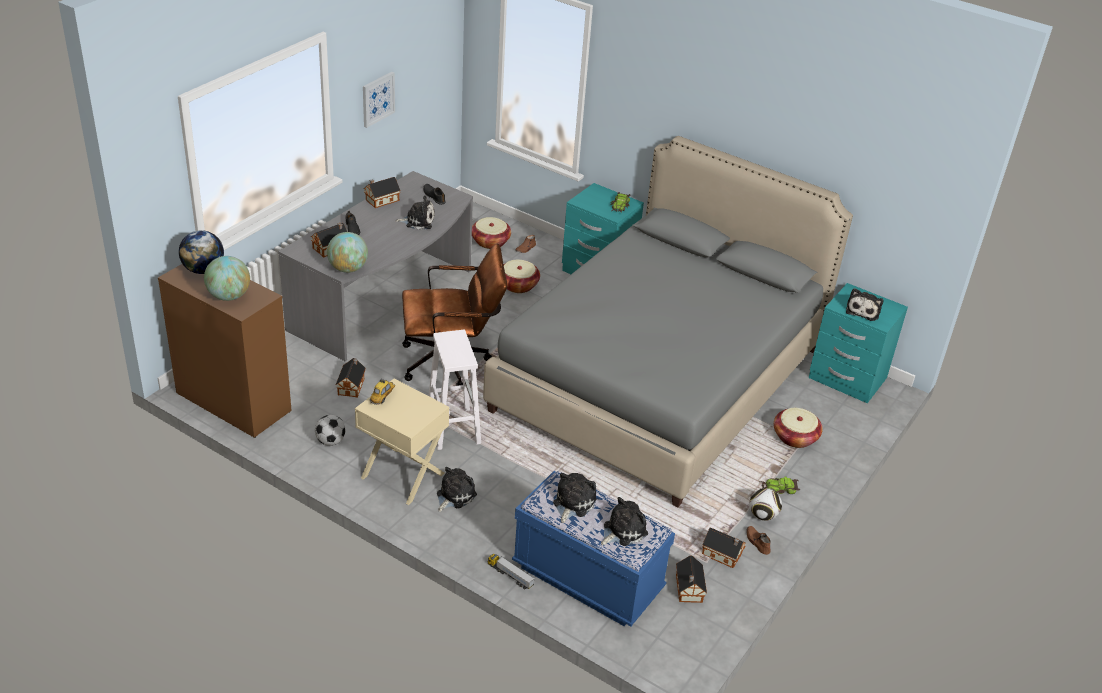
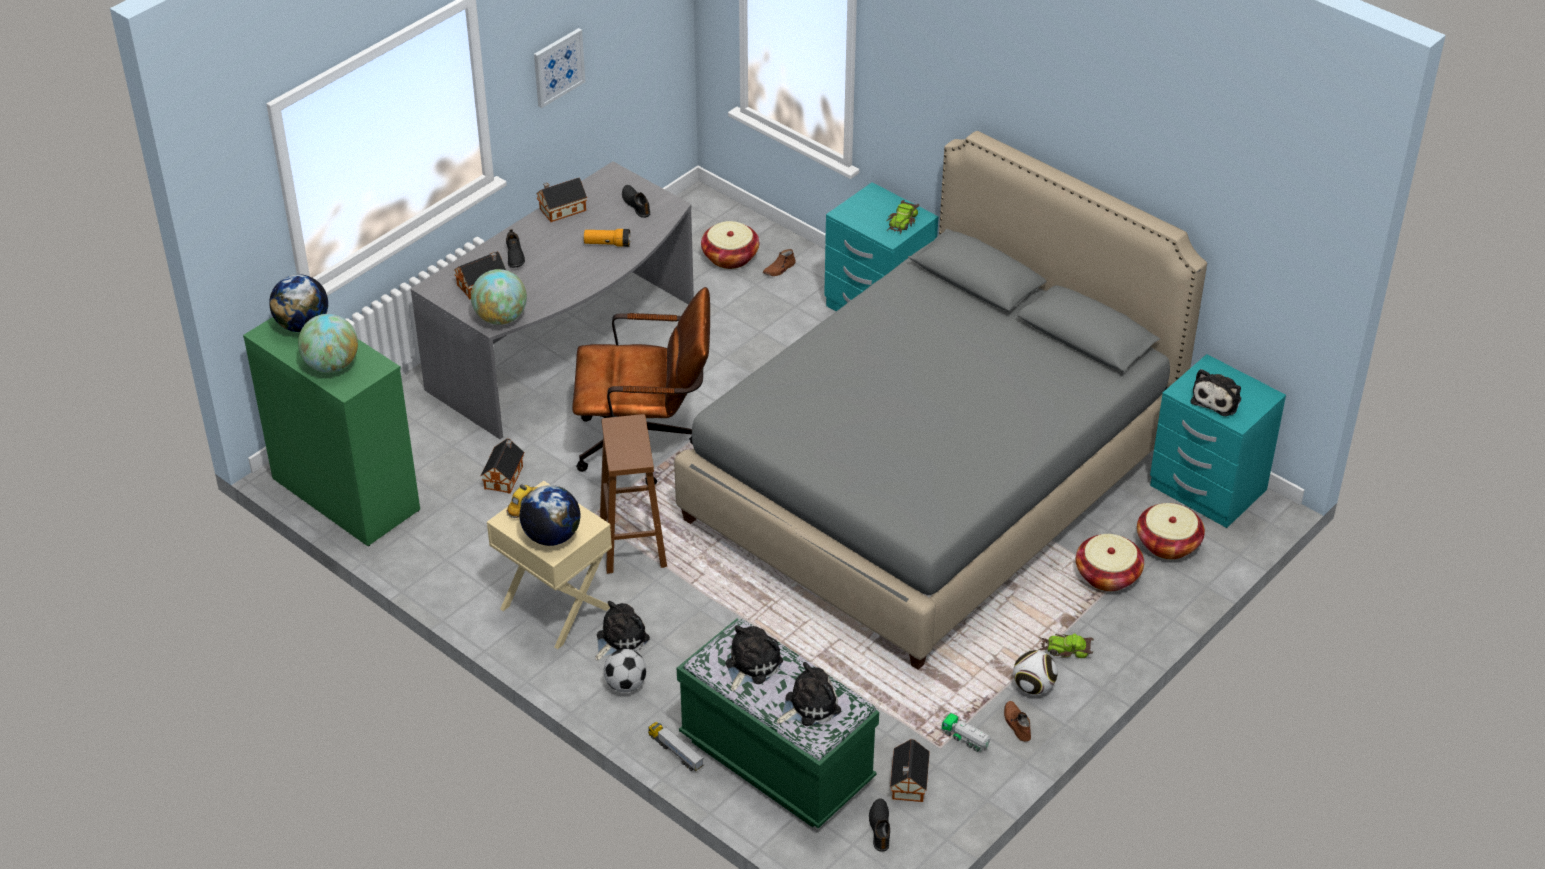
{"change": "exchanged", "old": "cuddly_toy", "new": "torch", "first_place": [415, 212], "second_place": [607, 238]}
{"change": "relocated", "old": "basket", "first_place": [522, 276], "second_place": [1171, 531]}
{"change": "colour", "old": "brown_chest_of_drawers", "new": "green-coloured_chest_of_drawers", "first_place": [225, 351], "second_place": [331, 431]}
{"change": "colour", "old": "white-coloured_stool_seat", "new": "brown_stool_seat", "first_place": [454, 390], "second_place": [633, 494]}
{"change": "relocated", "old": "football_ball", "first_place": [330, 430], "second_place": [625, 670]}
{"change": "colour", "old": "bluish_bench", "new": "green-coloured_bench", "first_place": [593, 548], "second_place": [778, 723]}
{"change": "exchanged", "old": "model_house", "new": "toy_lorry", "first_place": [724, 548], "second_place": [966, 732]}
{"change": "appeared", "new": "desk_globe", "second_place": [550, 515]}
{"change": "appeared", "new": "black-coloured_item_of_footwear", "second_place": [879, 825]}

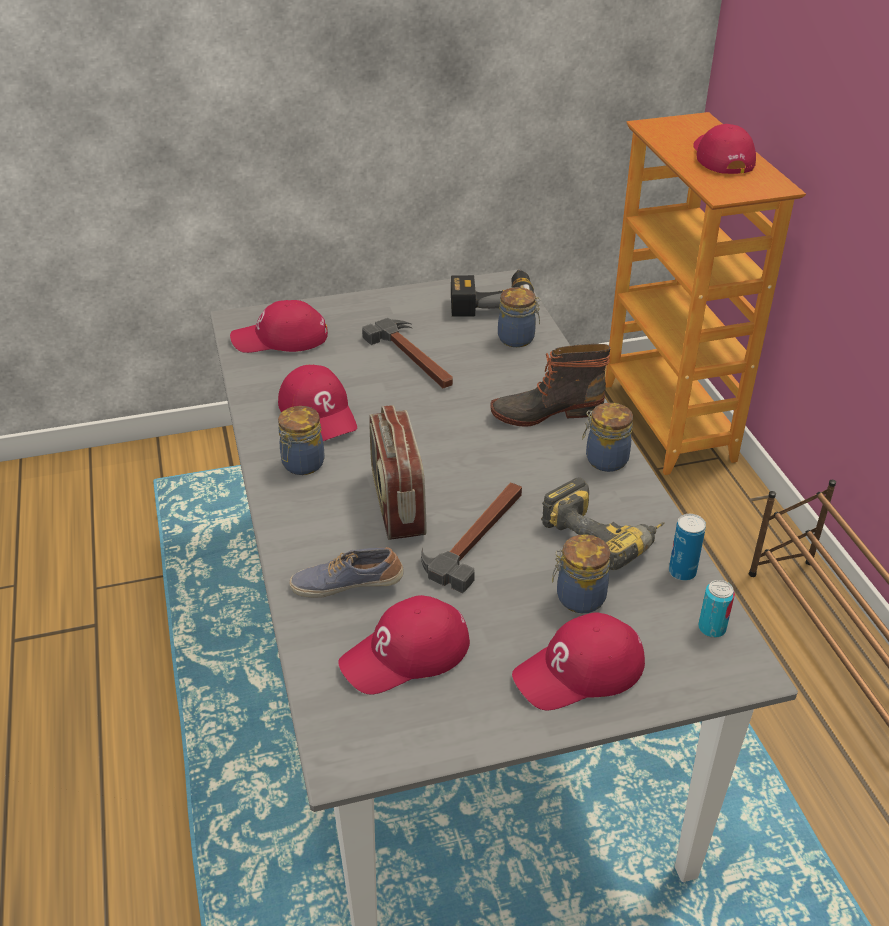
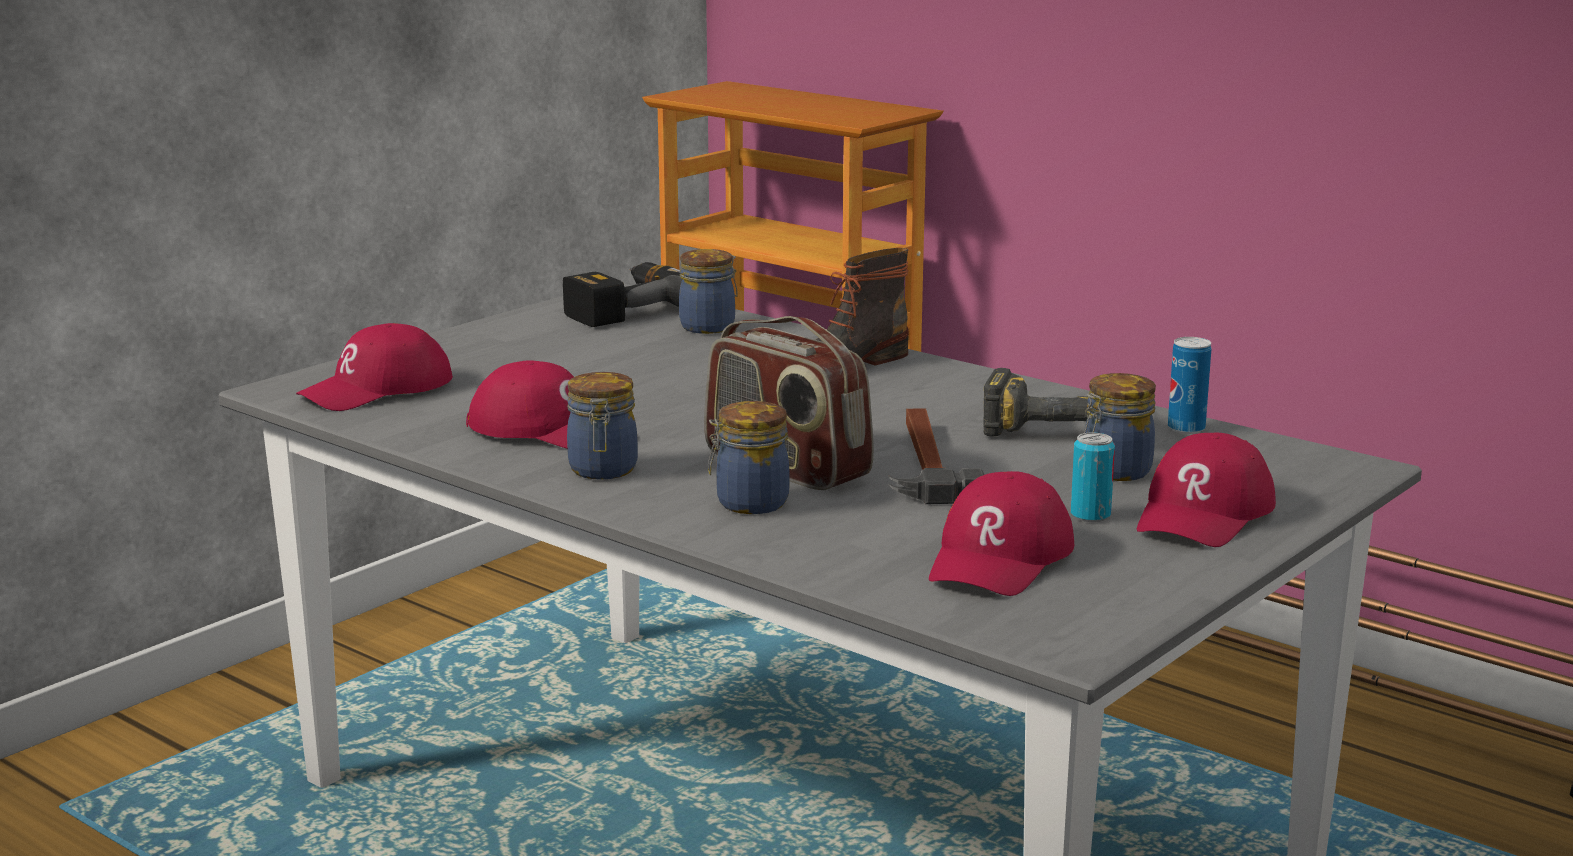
{"change": "missing", "old": "red-coloured_baseball_cap", "first_place": [724, 149]}
{"change": "missing", "old": "hand_hammer", "first_place": [407, 353]}
{"change": "relocated", "old": "preserve_jar", "first_place": [607, 437], "second_place": [749, 457]}
{"change": "missing", "old": "item_of_footwear", "first_place": [346, 572]}
{"change": "relocated", "old": "sealed_can", "first_place": [716, 609], "second_place": [1093, 477]}

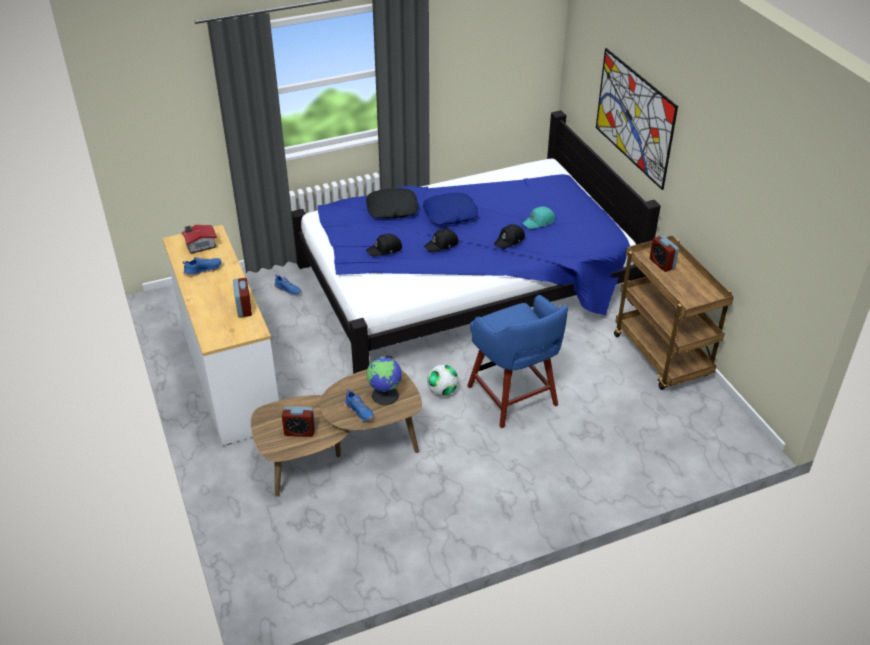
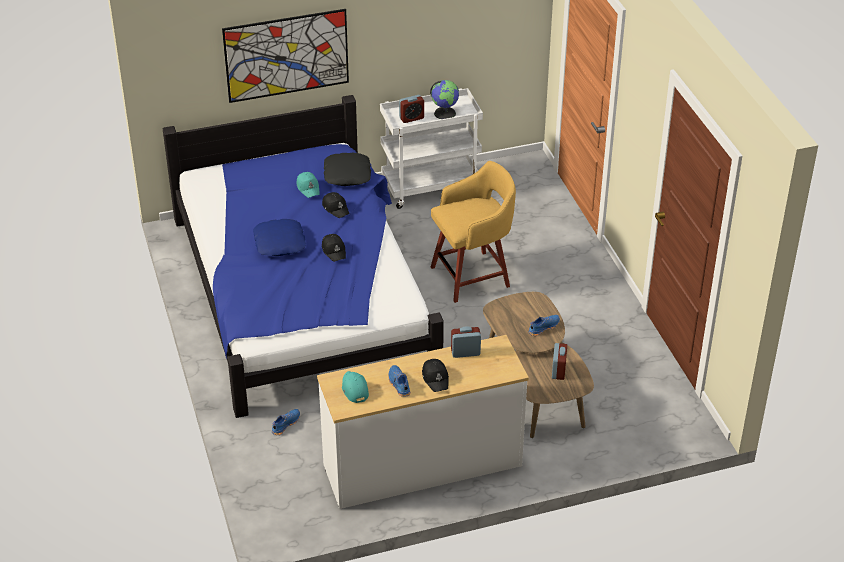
{"change": "relocated", "old": "black-coloured_throw_pillow", "first_place": [392, 203], "second_place": [347, 169]}
{"change": "exchanged", "old": "model_house", "new": "turquoise_baseball_cap", "first_place": [199, 239], "second_place": [355, 387]}
{"change": "relocated", "old": "black-coloured_baseball_cap", "first_place": [384, 245], "second_place": [435, 375]}
{"change": "colour", "old": "brown_cart", "new": "white-coloured_cart", "first_place": [674, 313], "second_place": [431, 148]}
{"change": "colour", "old": "bluish_stool_seat", "new": "yellow_stool_seat", "first_place": [517, 361], "second_place": [473, 232]}
{"change": "relocated", "old": "desk_globe", "first_place": [384, 380], "second_place": [444, 99]}
{"change": "missing", "old": "football_ball", "first_place": [442, 380]}

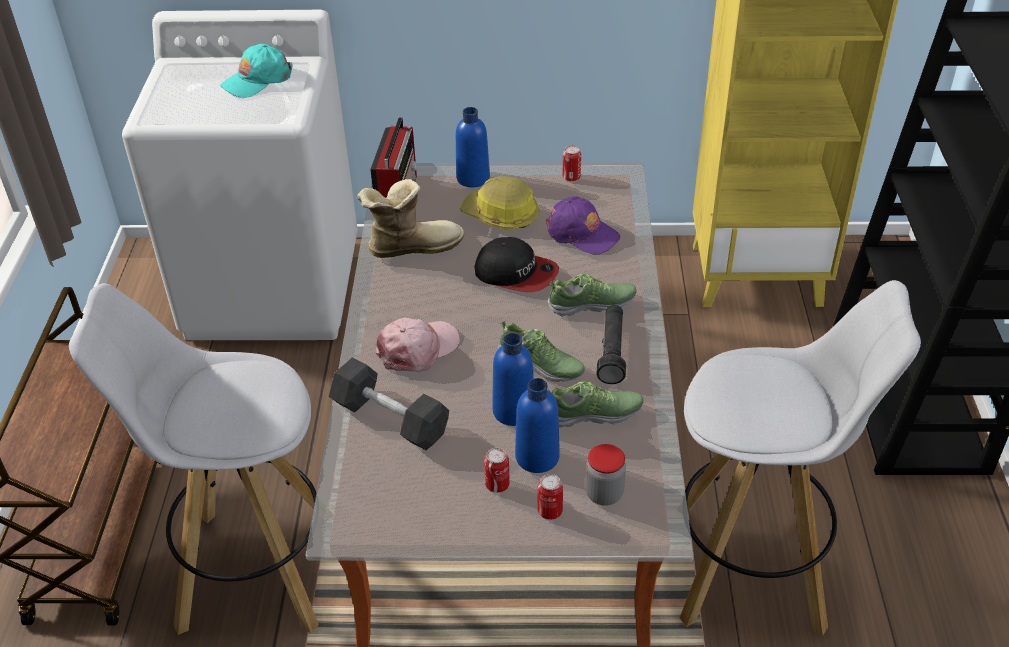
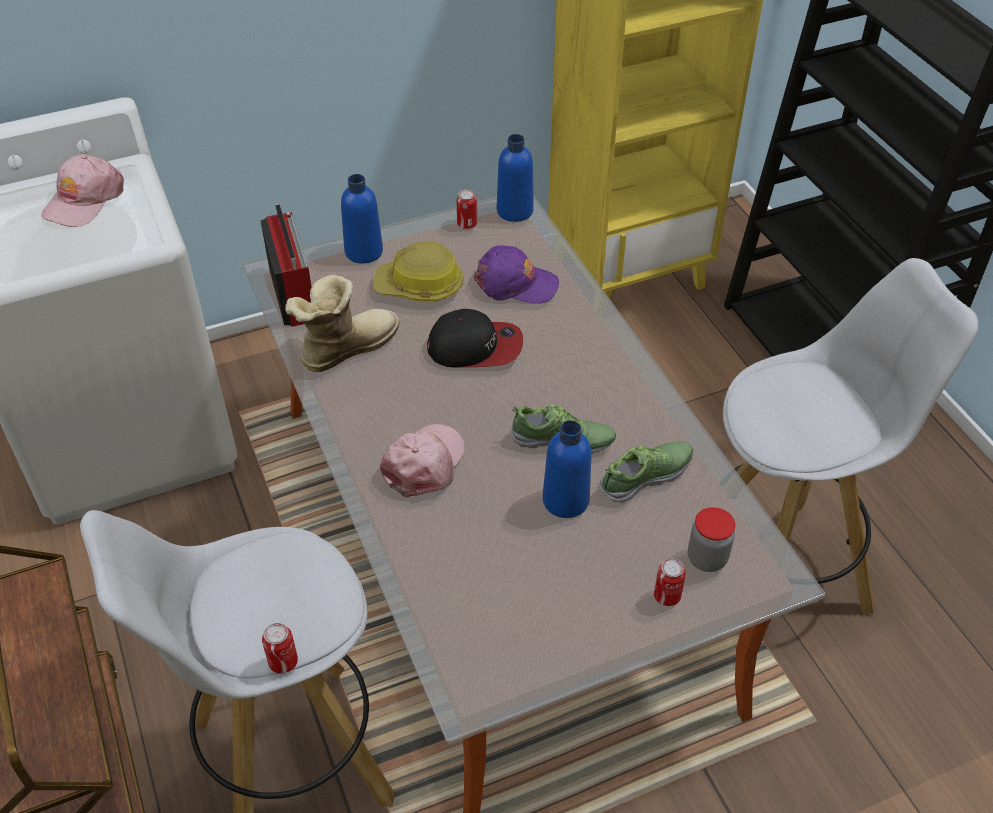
{"change": "colour", "old": "turquoise_baseball_cap", "new": "pinkish_baseball_cap", "first_place": [256, 71], "second_place": [82, 190]}
{"change": "missing", "old": "item_of_footwear", "first_place": [592, 295]}
{"change": "missing", "old": "black-coloured_torch", "first_place": [611, 344]}
{"change": "missing", "old": "black-coloured_hand_weight", "first_place": [389, 404]}
{"change": "relocated", "old": "bluish_bottle", "first_place": [537, 425], "second_place": [515, 178]}
{"change": "relocated", "old": "sealed_can", "first_place": [497, 470], "second_place": [280, 648]}

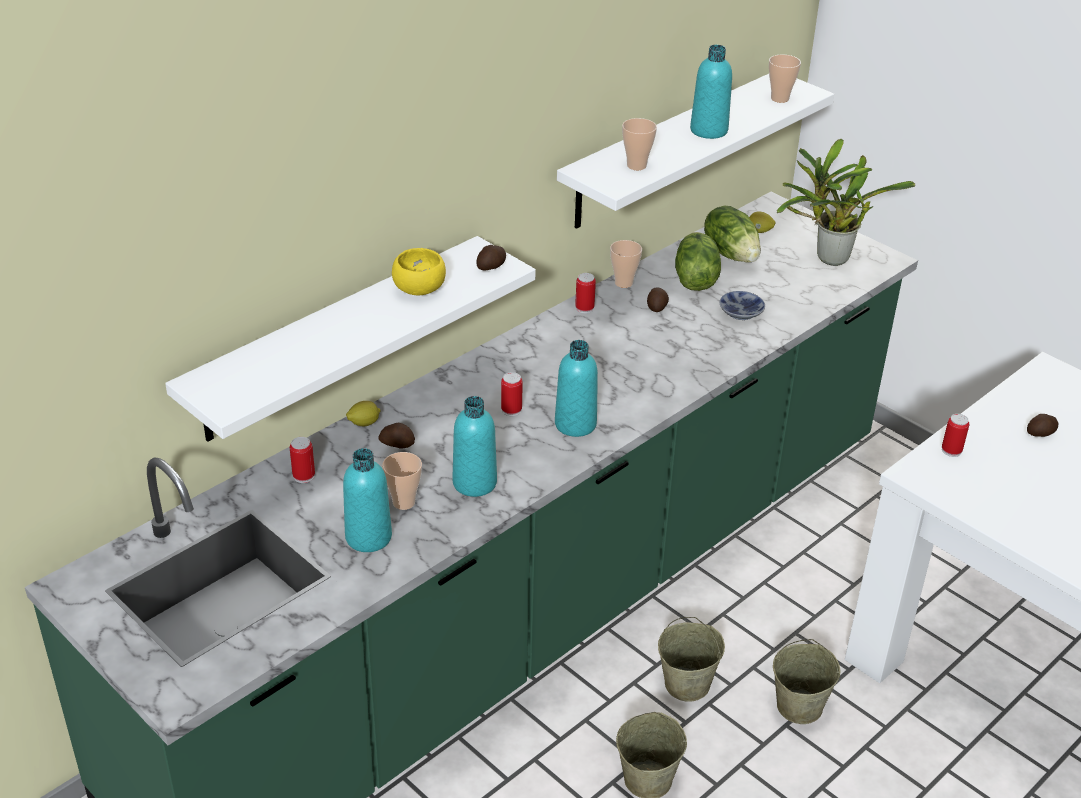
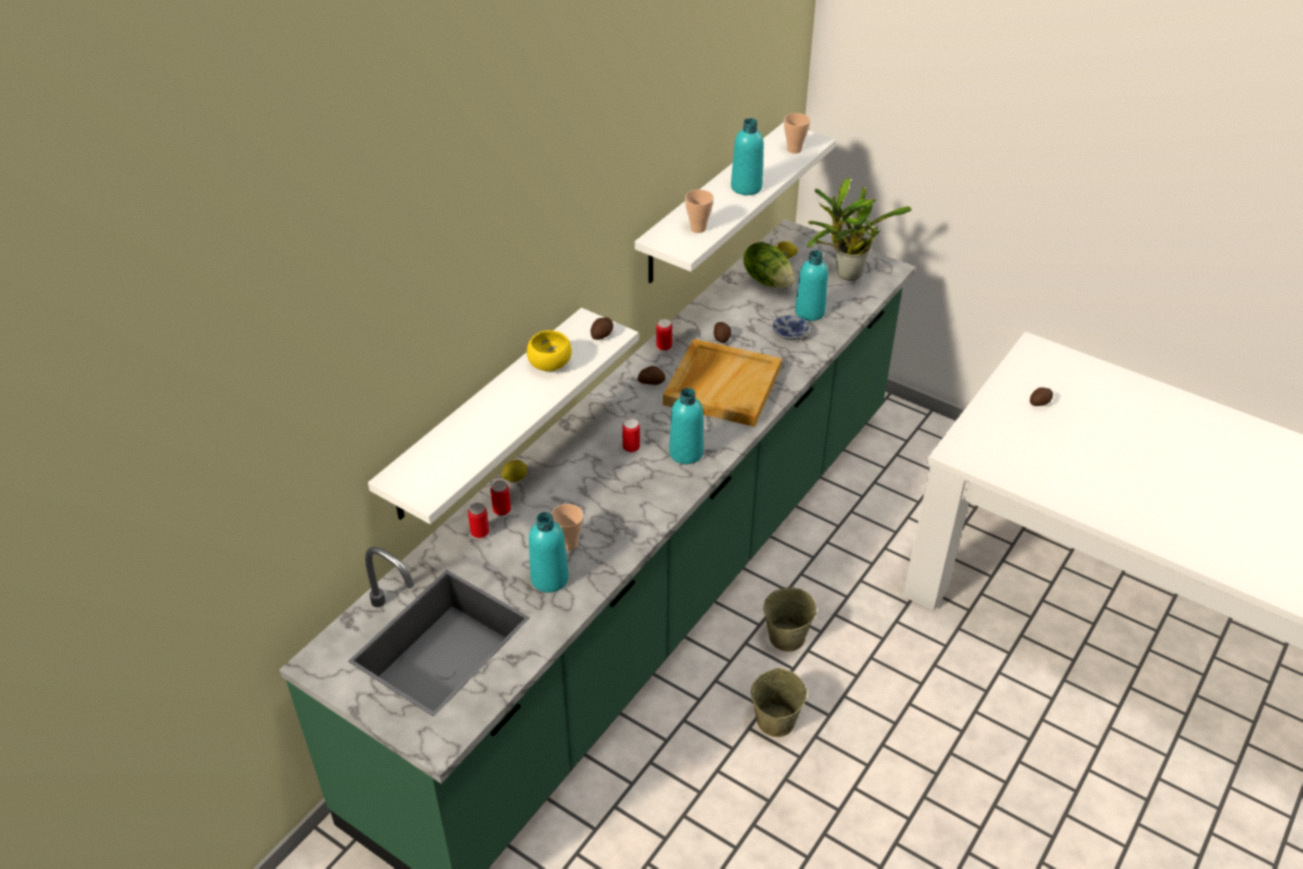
{"change": "missing", "old": "lettuce_head", "first_place": [698, 261]}
{"change": "missing", "old": "drinking_cup", "first_place": [626, 264]}
{"change": "relocated", "old": "turquoise_bottle", "first_place": [475, 446], "second_place": [811, 285]}
{"change": "relocated", "old": "sealed_can", "first_place": [956, 435], "second_place": [500, 498]}
{"change": "relocated", "old": "potato", "first_place": [396, 436], "second_place": [652, 375]}
{"change": "missing", "old": "beige-coloured_pail", "first_place": [806, 681]}
{"change": "appeared", "new": "beige-coloured_carrying_tray", "second_place": [722, 383]}

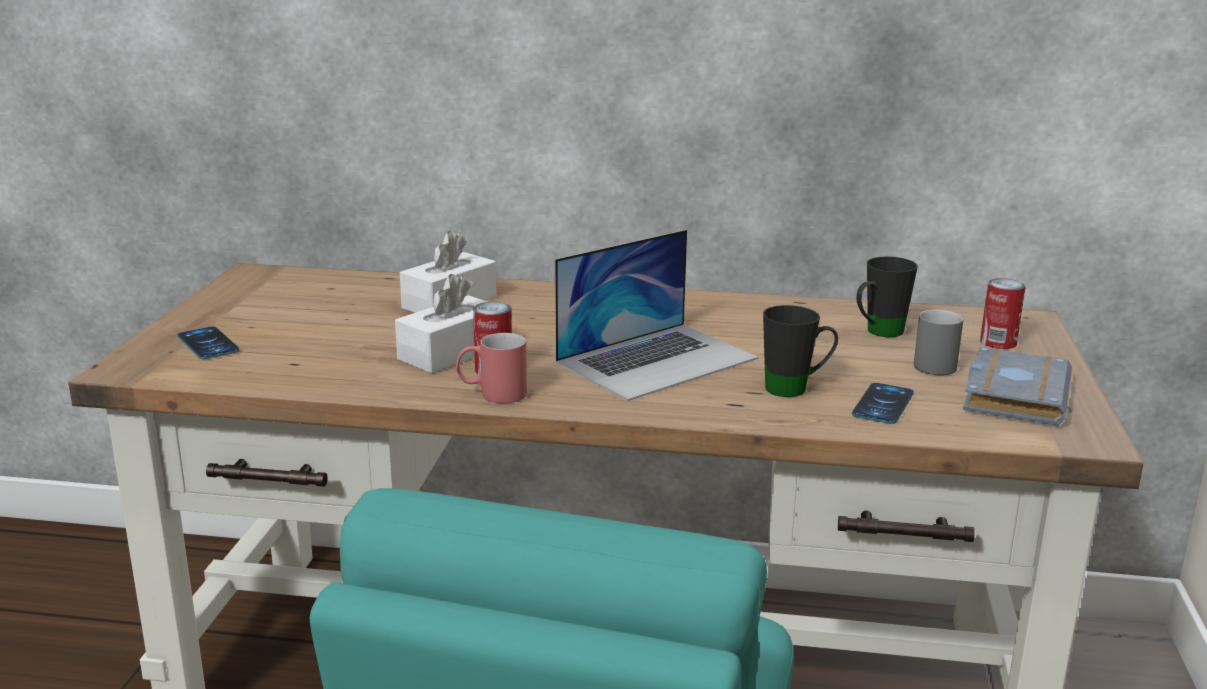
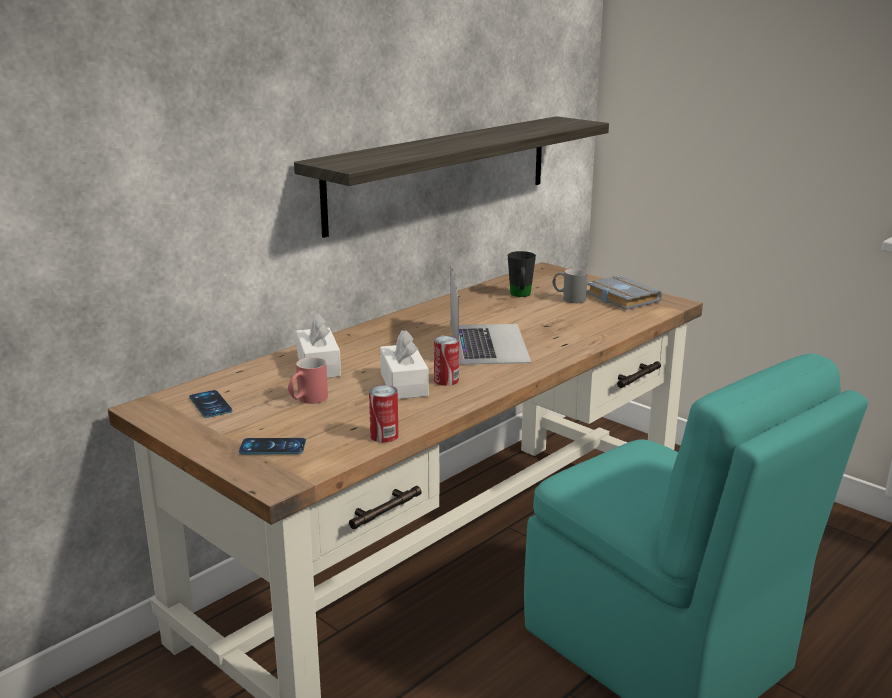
{"change": "relocated", "old": "sealed_can", "first_place": [1003, 313], "second_place": [383, 414]}
{"change": "missing", "old": "black-coloured_coffee_mug", "first_place": [800, 351]}
{"change": "relocated", "old": "red-coloured_coffee_mug", "first_place": [491, 368], "second_place": [308, 380]}
{"change": "relocated", "old": "handset", "first_place": [883, 403], "second_place": [211, 404]}
{"change": "appeared", "new": "wall_shelf", "second_place": [451, 177]}

